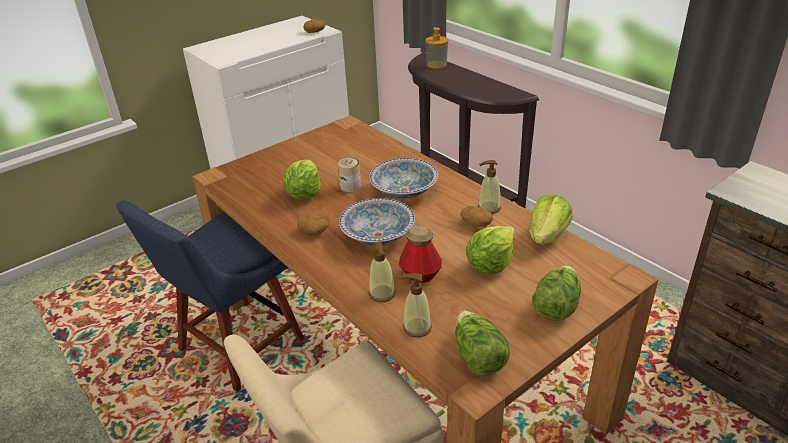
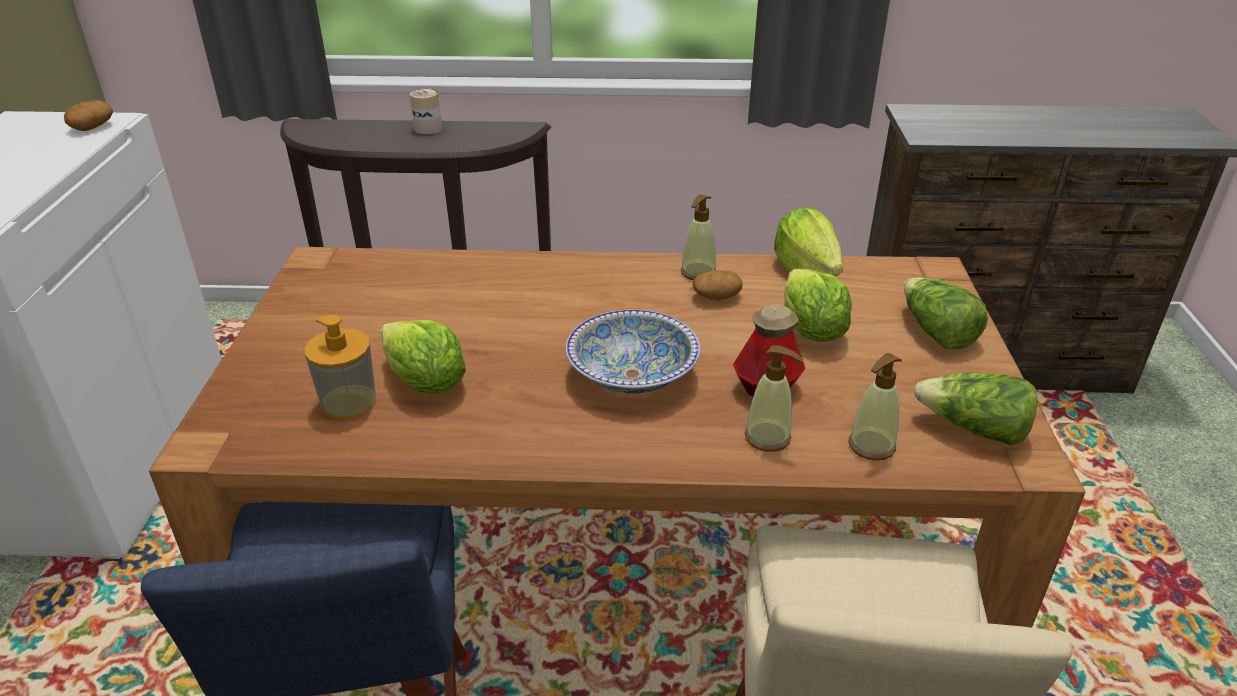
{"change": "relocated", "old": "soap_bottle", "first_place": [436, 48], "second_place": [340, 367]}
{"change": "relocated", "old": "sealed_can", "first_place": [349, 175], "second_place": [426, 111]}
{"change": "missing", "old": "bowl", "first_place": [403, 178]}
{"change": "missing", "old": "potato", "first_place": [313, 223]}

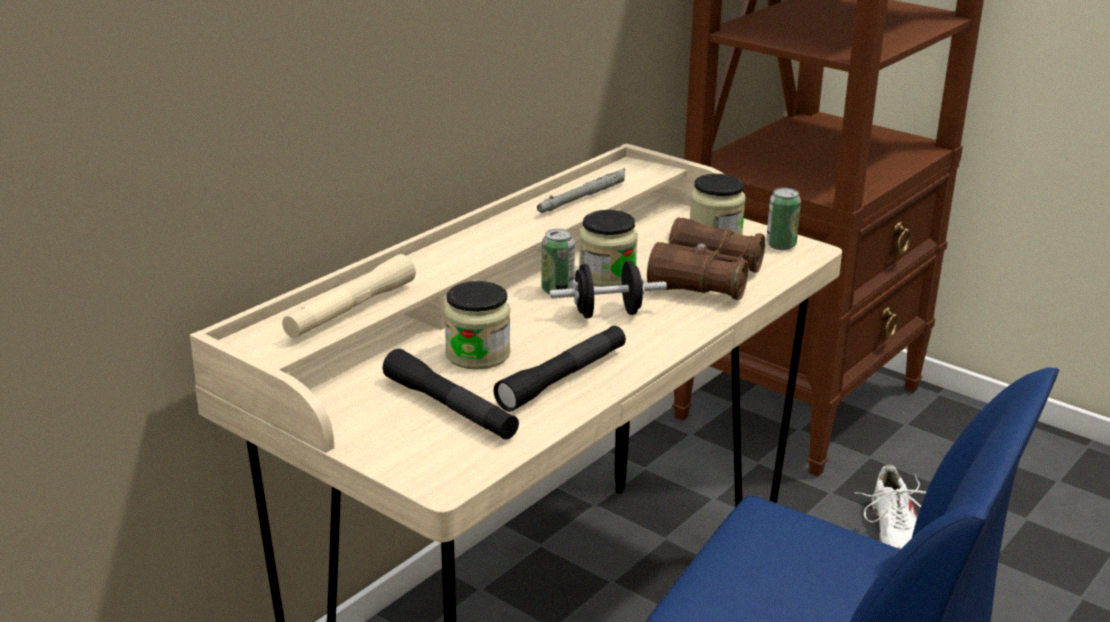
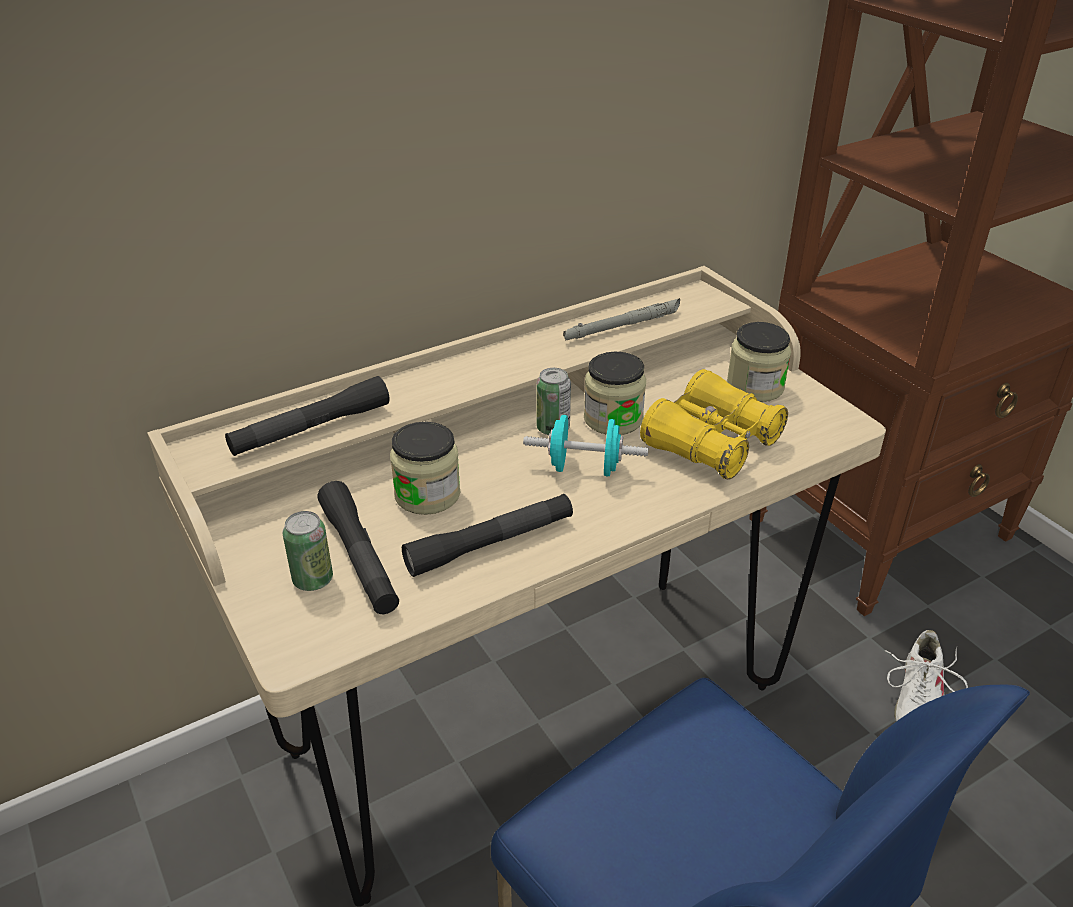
{"change": "relocated", "old": "sealed_can", "first_place": [783, 219], "second_place": [308, 551]}
{"change": "colour", "old": "brown_pair_of_binoculars", "new": "yellow_pair_of_binoculars", "first_place": [706, 258], "second_place": [714, 424]}
{"change": "colour", "old": "beige-coloured_torch", "new": "black-coloured_torch", "first_place": [349, 296], "second_place": [307, 416]}
{"change": "colour", "old": "black-coloured_hand_weight", "new": "turquoise_hand_weight", "first_place": [608, 289], "second_place": [585, 446]}

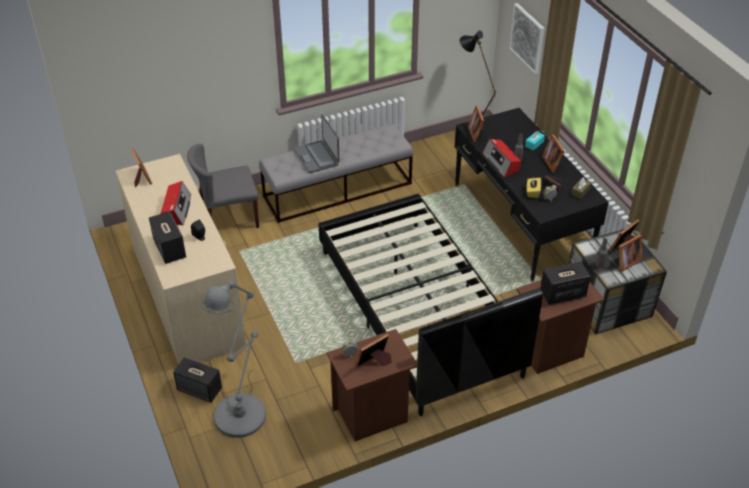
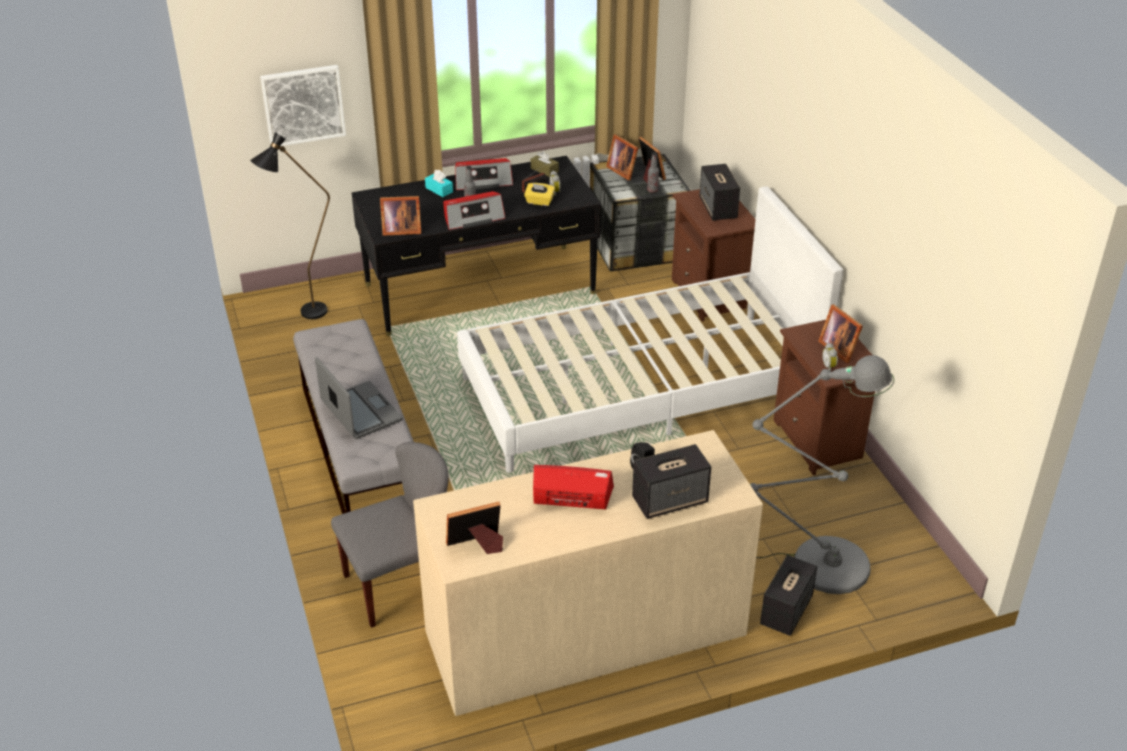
{"change": "spun", "old": "laptop", "first_place": [317, 143], "second_place": [359, 398], "degrees": -105}
{"change": "exchanged", "old": "photo_frame", "new": "radio", "first_place": [553, 153], "second_place": [484, 174]}
{"change": "spun", "old": "gray_plain_chair", "first_place": [223, 186], "second_place": [390, 535], "degrees": -105}
{"change": "colour", "old": "black-coloured_sleeping_bed", "new": "white-coloured_sleeping_bed", "first_place": [430, 305], "second_place": [650, 330]}

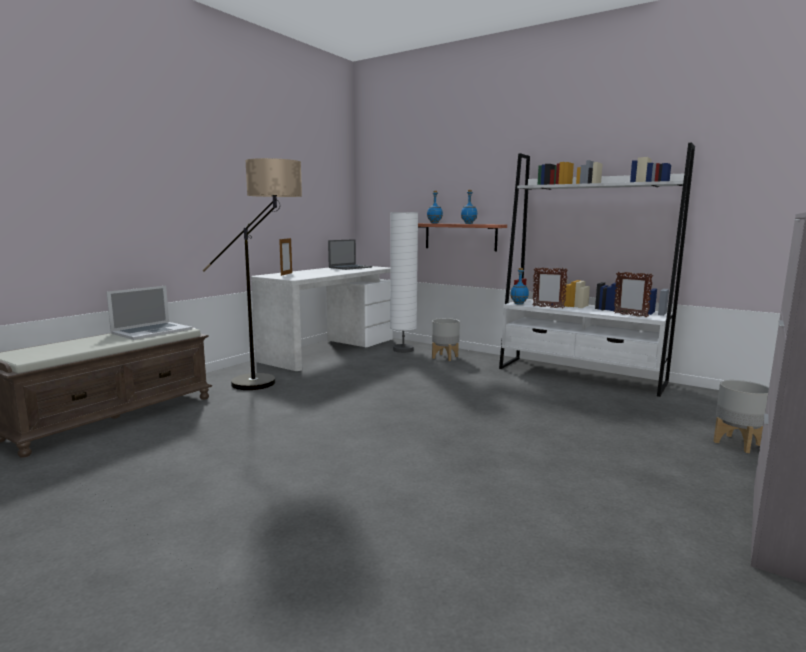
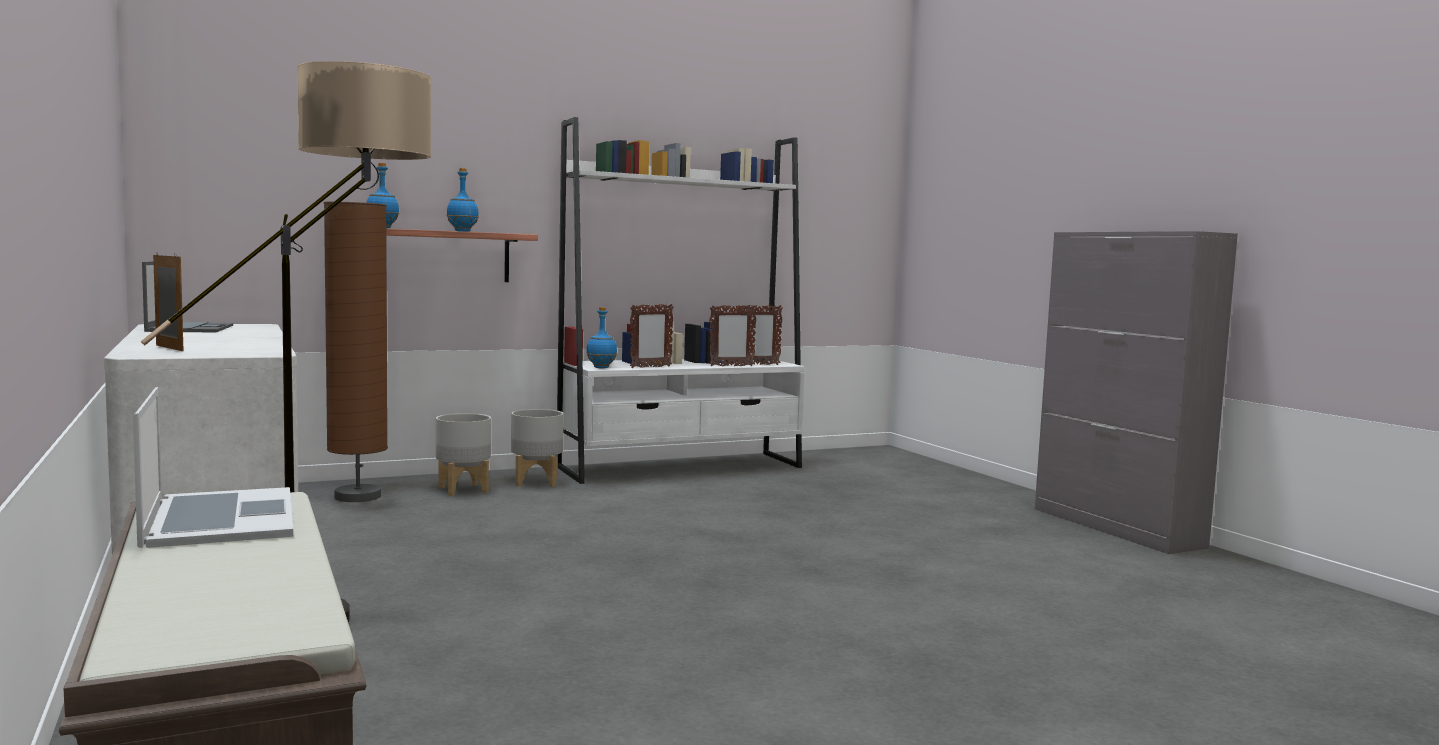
{"change": "colour", "old": "white-coloured_standard_lamp", "new": "brown_standard_lamp", "first_place": [404, 282], "second_place": [356, 351]}
{"change": "relocated", "old": "gray_planter", "first_place": [741, 416], "second_place": [537, 448]}
{"change": "appeared", "new": "photo_frame", "second_place": [733, 335]}

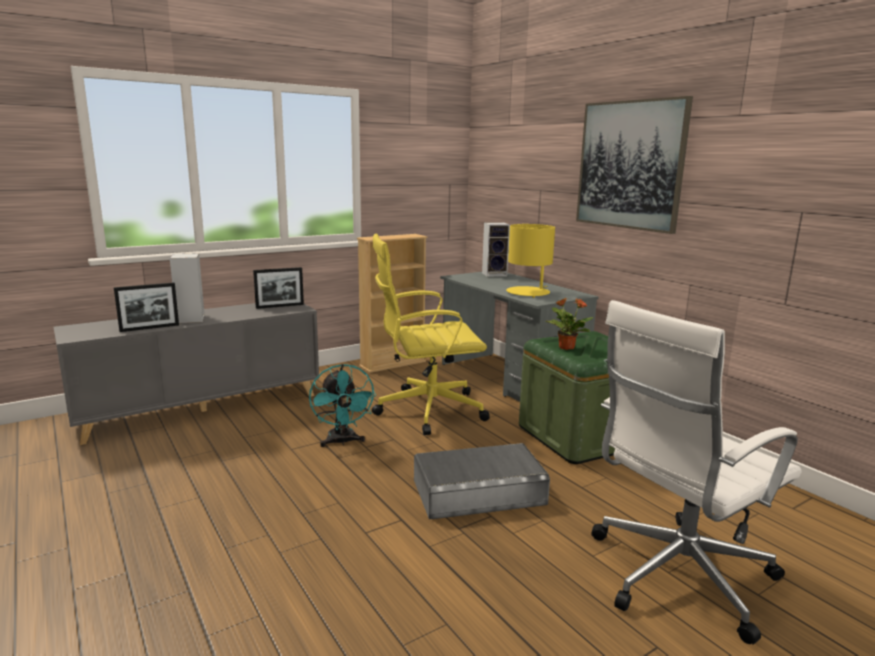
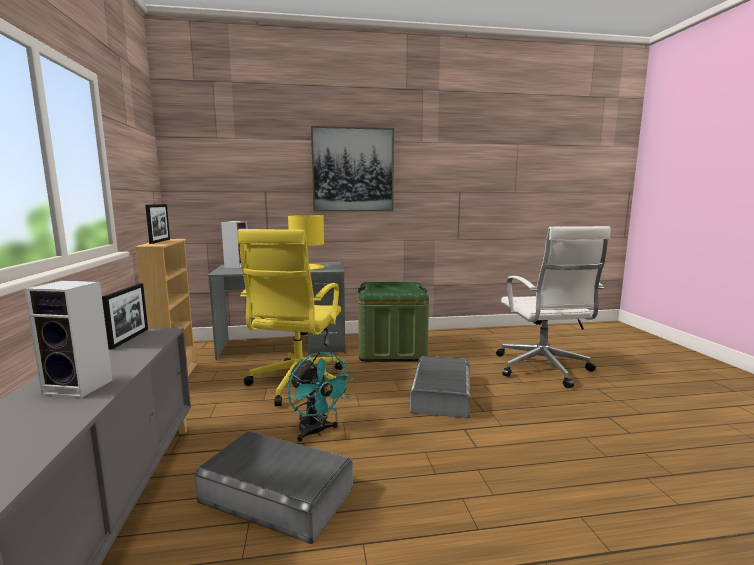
{"change": "relocated", "old": "photo_frame", "first_place": [146, 307], "second_place": [157, 224]}
{"change": "missing", "old": "potted_plant", "first_place": [569, 323]}
{"change": "spun", "old": "turquoise_electric_fan", "first_place": [342, 405], "second_place": [320, 397], "degrees": 45}
{"change": "appeared", "new": "gray_storage_container", "second_place": [274, 487]}

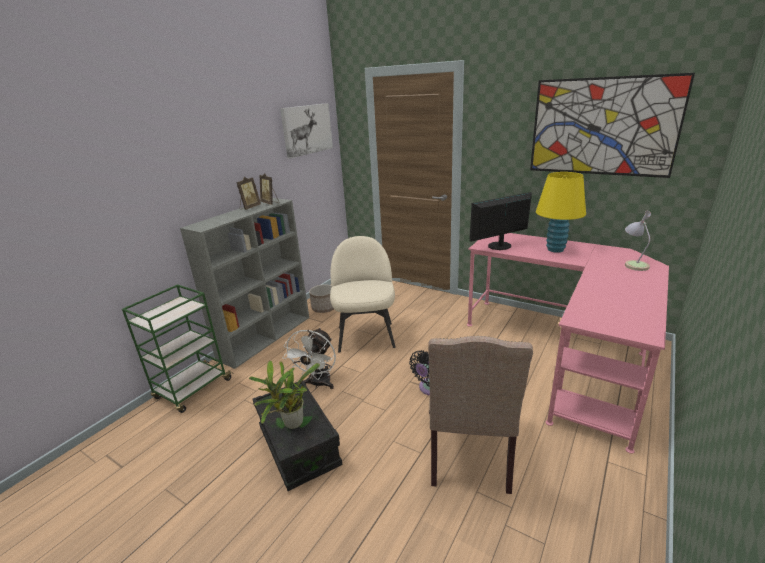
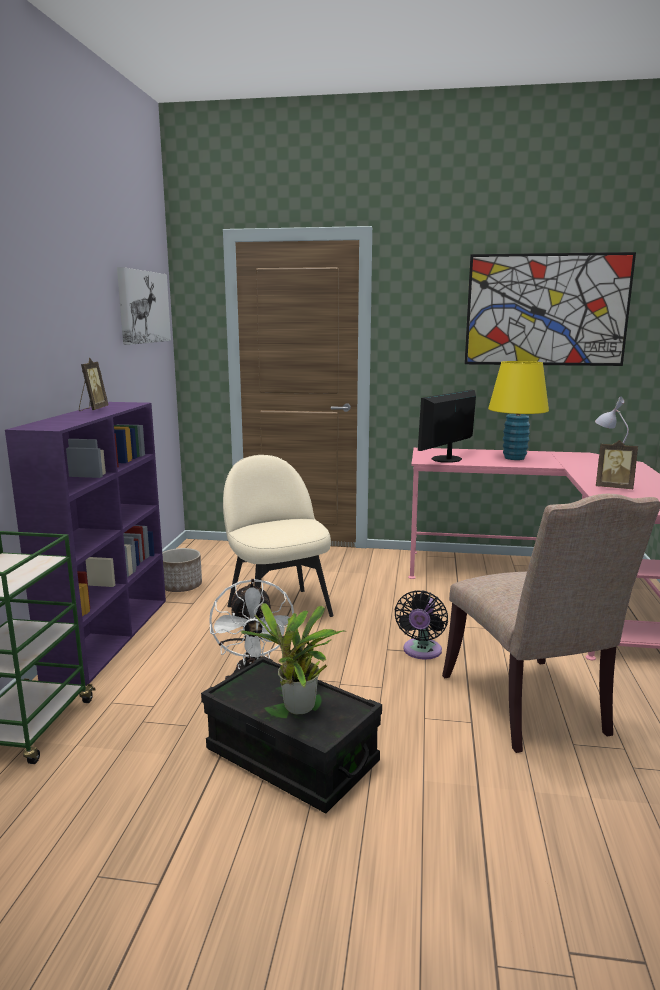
{"change": "relocated", "old": "photo_frame", "first_place": [269, 189], "second_place": [617, 464]}
{"change": "colour", "old": "gray_bookcase", "new": "purple_bookcase", "first_place": [244, 283], "second_place": [85, 544]}

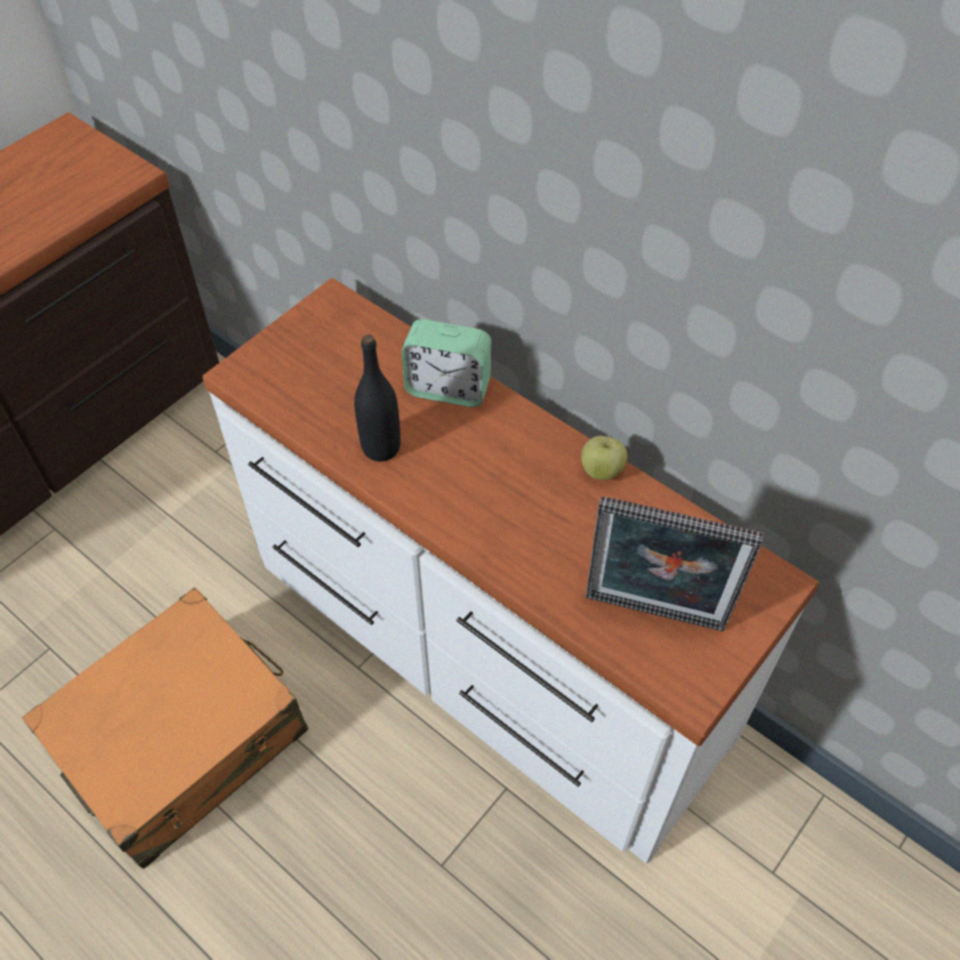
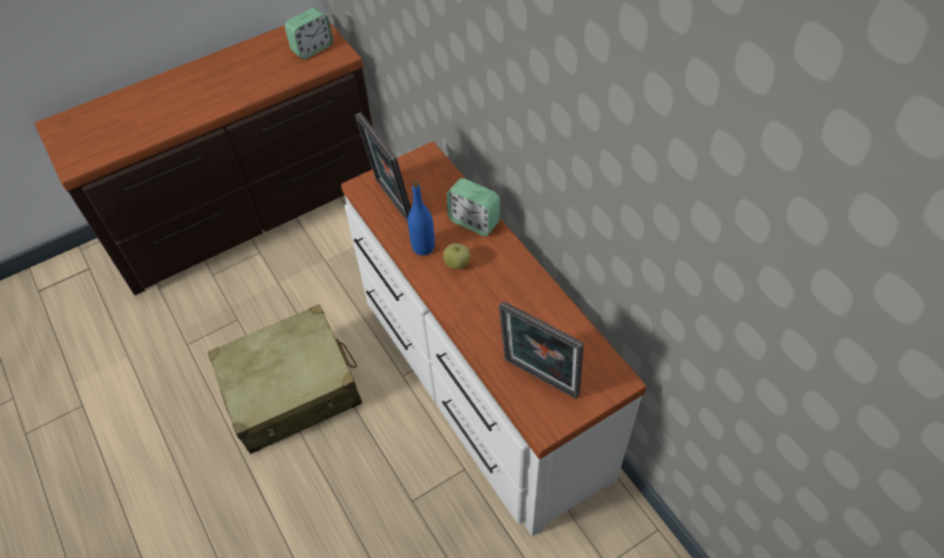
{"change": "colour", "old": "black-coloured_bottle", "new": "bluish_bottle", "first_place": [377, 397], "second_place": [421, 218]}
{"change": "relocated", "old": "whole_apple", "first_place": [604, 458], "second_place": [456, 256]}
{"change": "colour", "old": "orangey_travel_case", "new": "beige-coloured_travel_case", "first_place": [165, 728], "second_place": [285, 379]}
{"change": "appeared", "new": "alarm_clock", "second_place": [309, 33]}
{"change": "appeared", "new": "photo_frame", "second_place": [383, 167]}

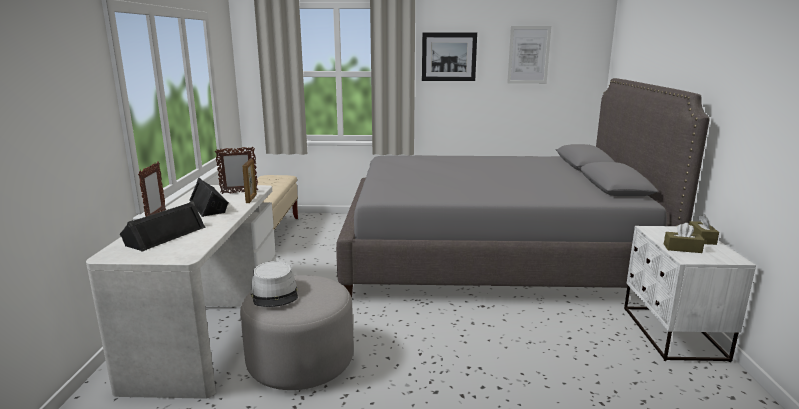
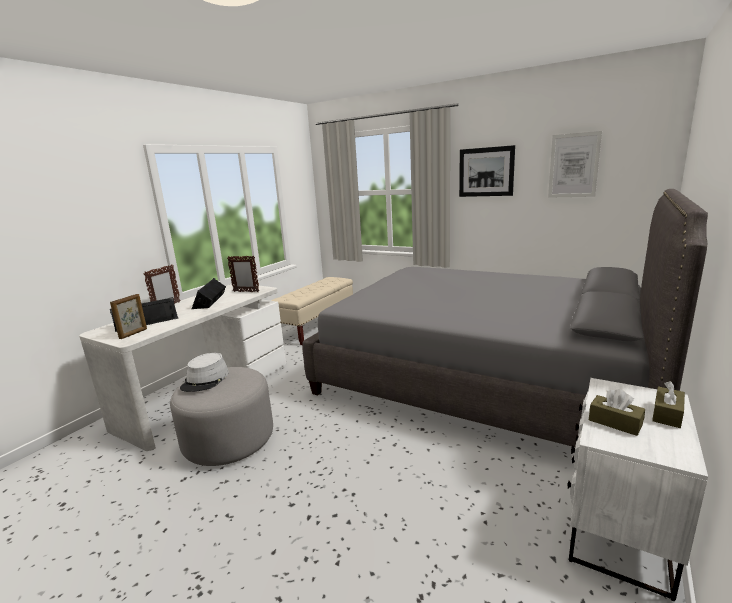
{"change": "relocated", "old": "photo_frame", "first_place": [250, 181], "second_place": [128, 316]}

